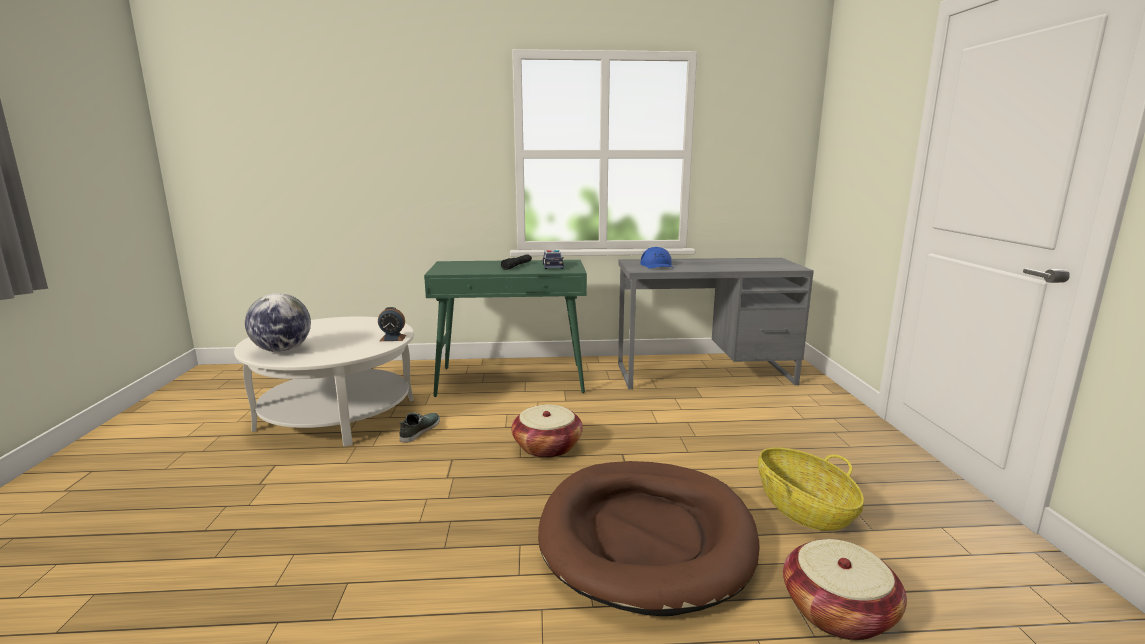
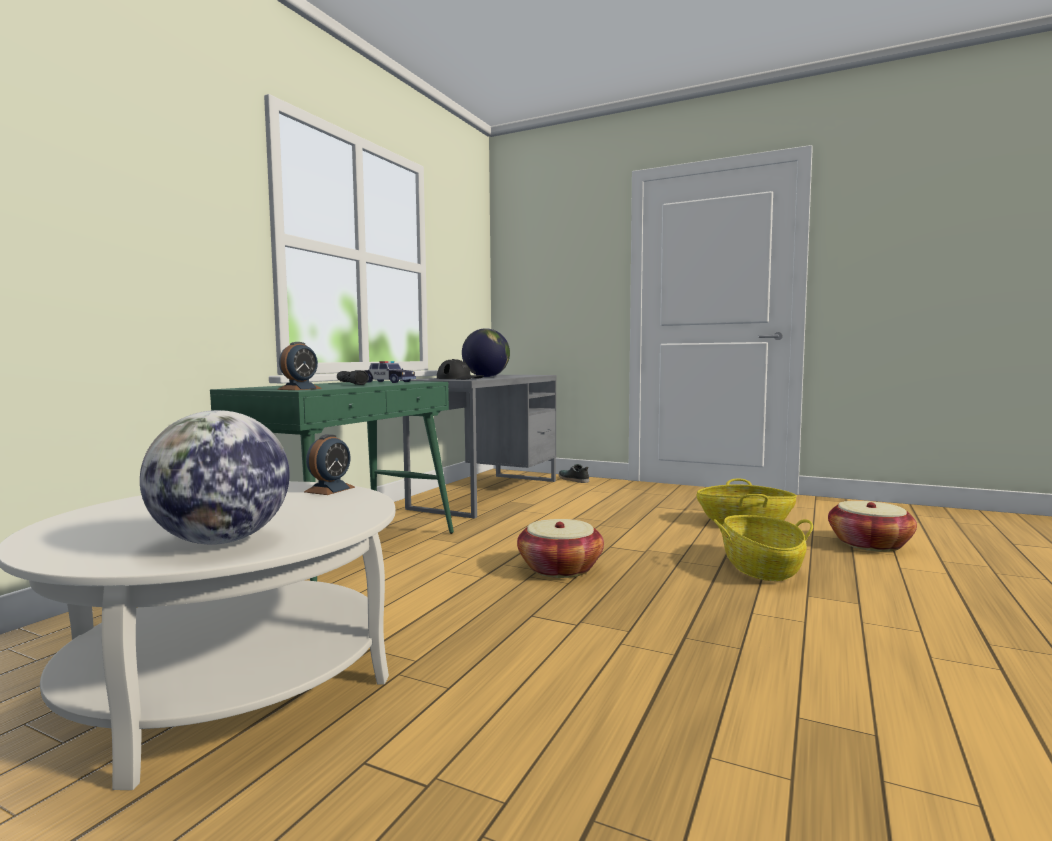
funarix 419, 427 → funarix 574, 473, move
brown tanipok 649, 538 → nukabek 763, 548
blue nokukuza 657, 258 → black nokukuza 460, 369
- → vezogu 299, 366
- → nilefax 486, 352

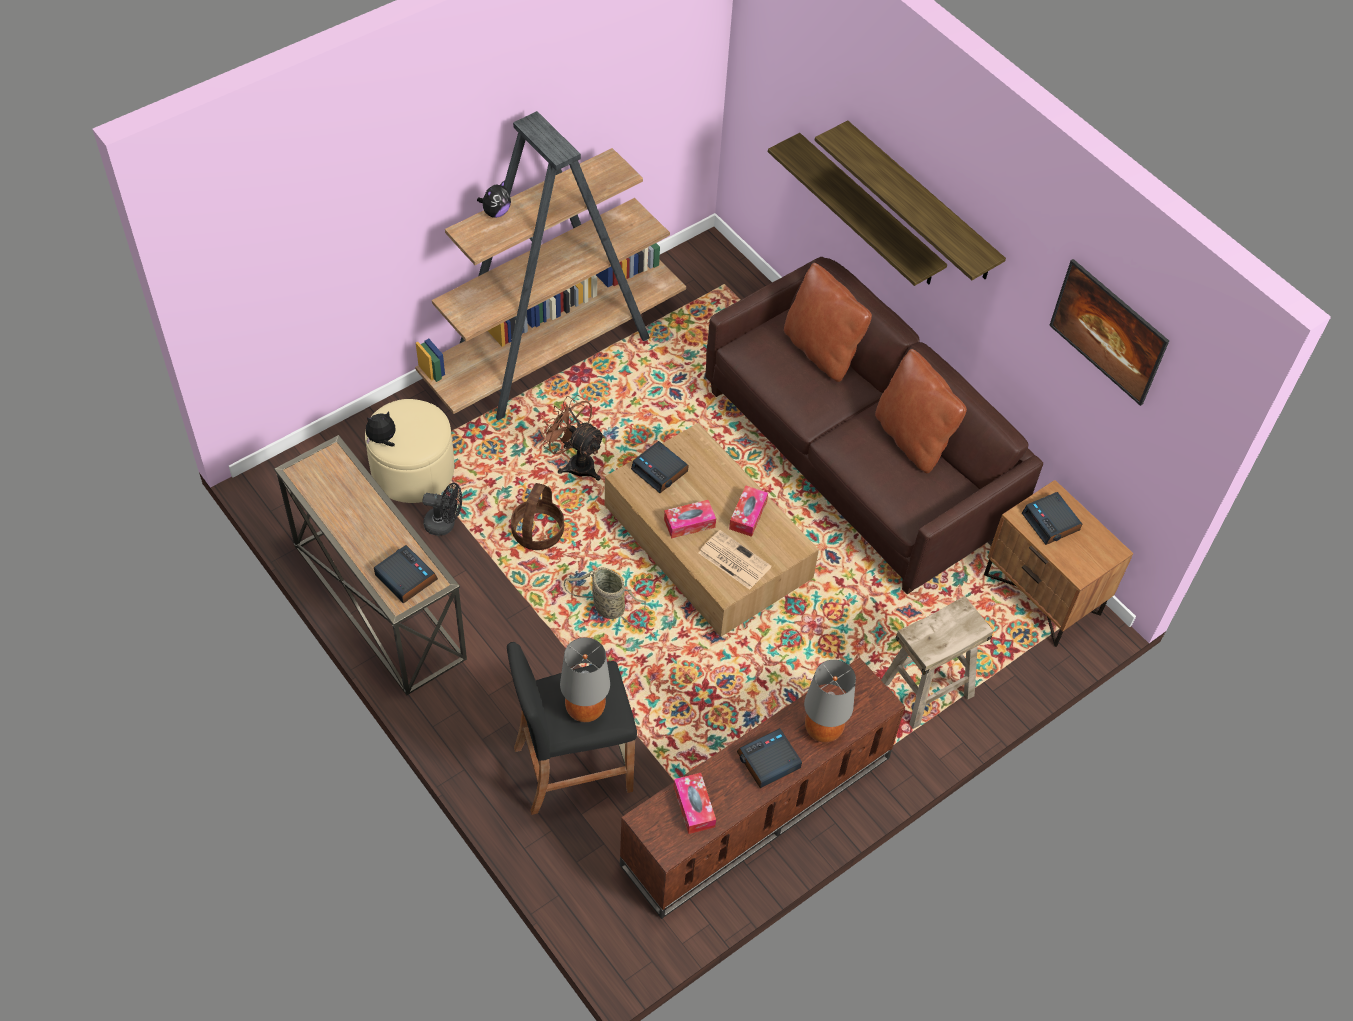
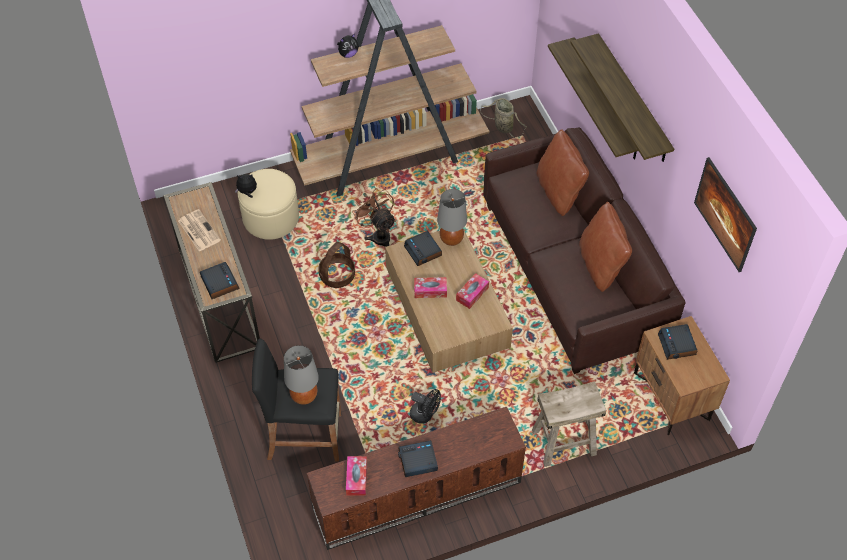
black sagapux 442, 509 → black sagapux 425, 406, move
nukabek 605, 596 → nukabek 503, 118, move
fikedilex 735, 560 → fikedilex 199, 230, move
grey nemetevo 830, 701 → grey nemetevo 452, 217, move

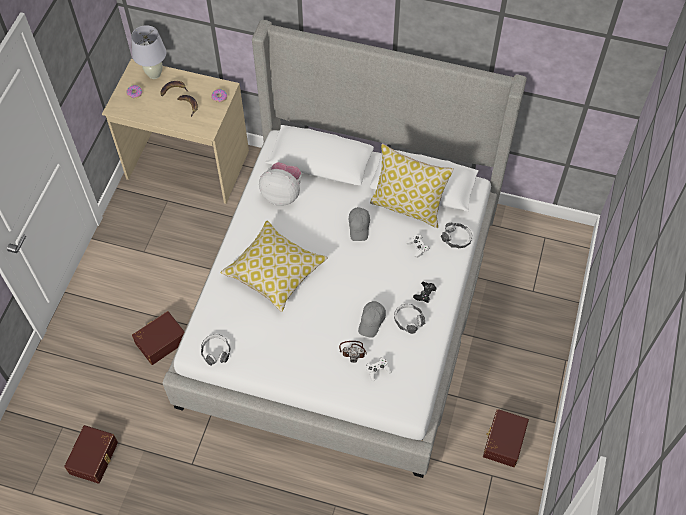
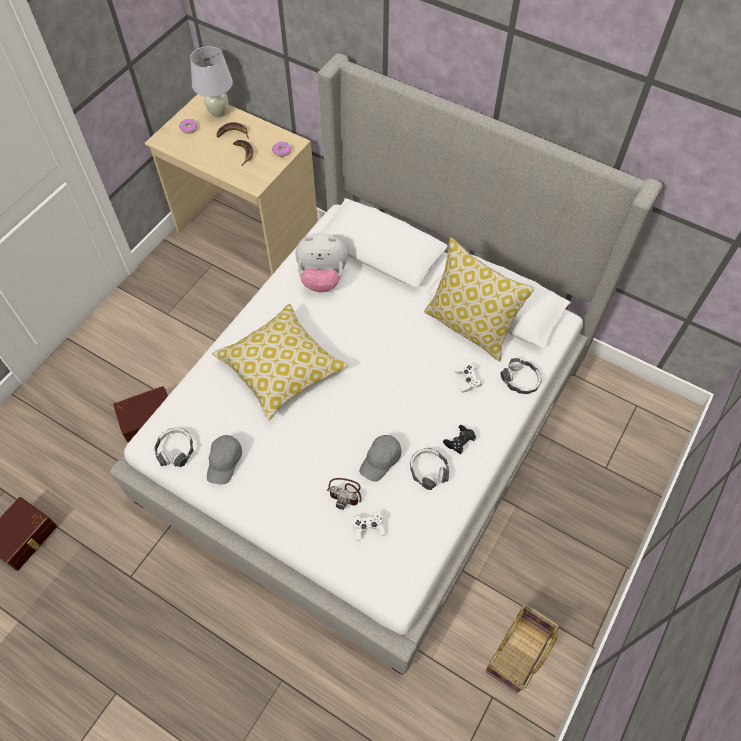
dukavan 280, 184 → dukavan 321, 263, 150 degrees clockwise
grey nokukuza 359, 224 → grey nokukuza 224, 460, move
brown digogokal 506, 438 → nukabek 522, 648

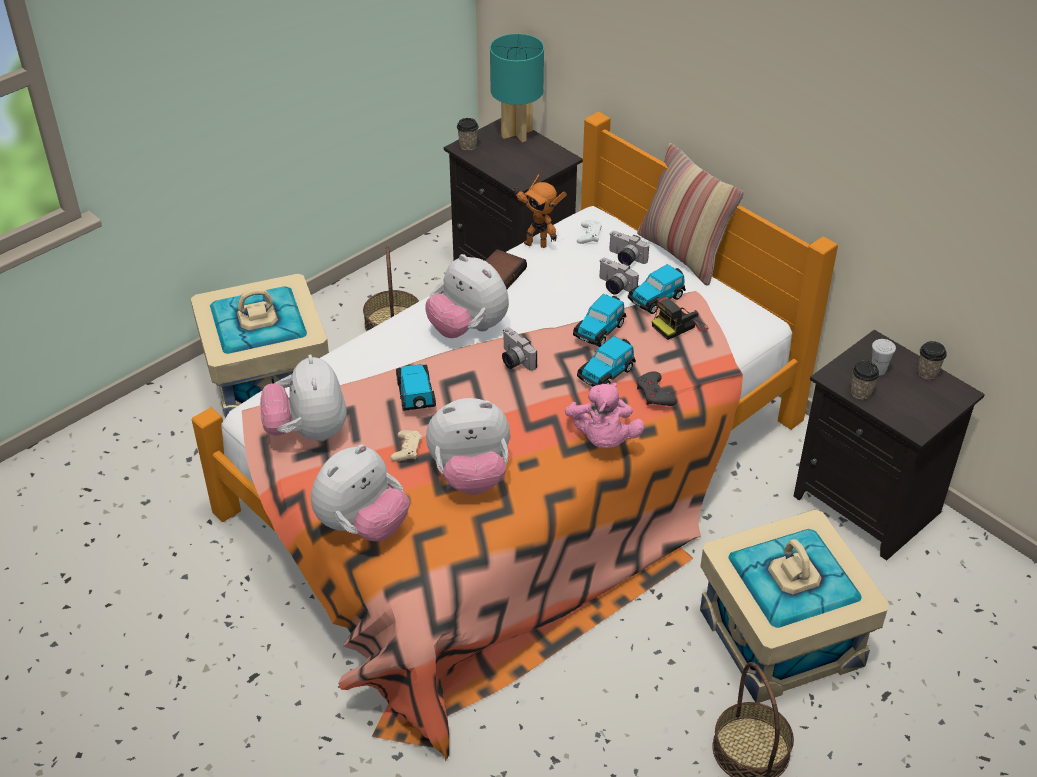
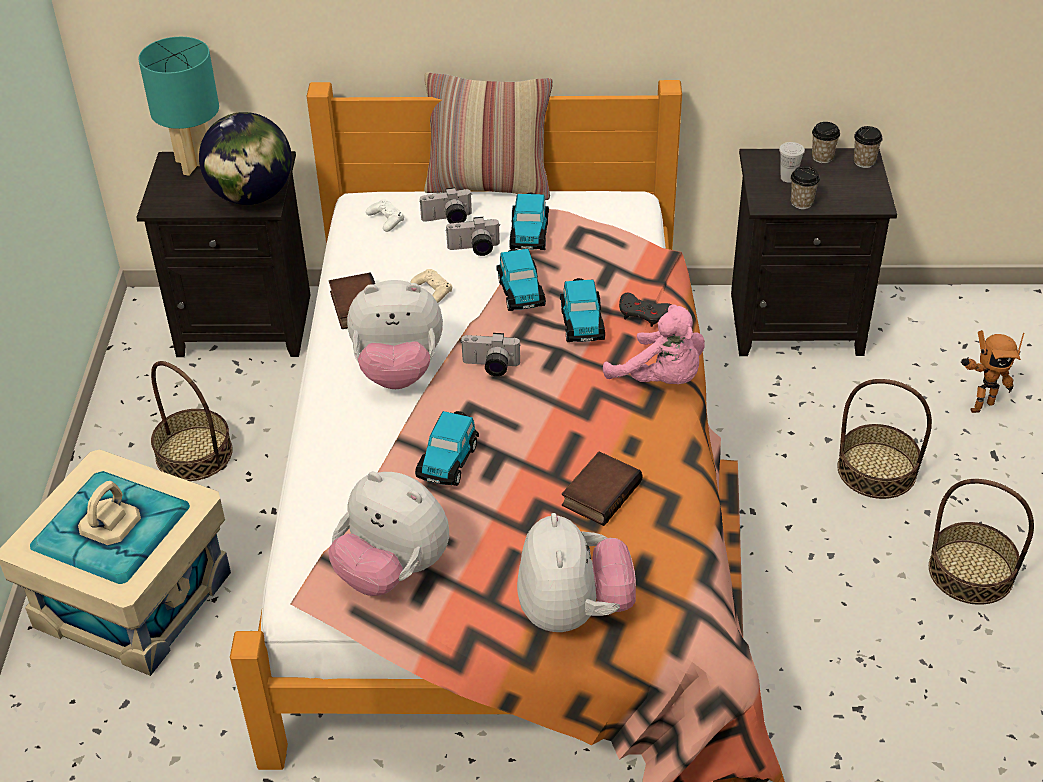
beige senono 406, 446 → beige senono 431, 286, move
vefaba 416, 387 → vefaba 447, 448, 105 degrees counterclockwise
dukavan 468, 446 → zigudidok 602, 488
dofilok 467, 134 → dofilok 868, 147, move
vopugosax 539, 211 → vopugosax 992, 371, move
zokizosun 680, 318 → -
beige digogokal 794, 606 → nukabek 884, 439
- → nilefax 245, 158

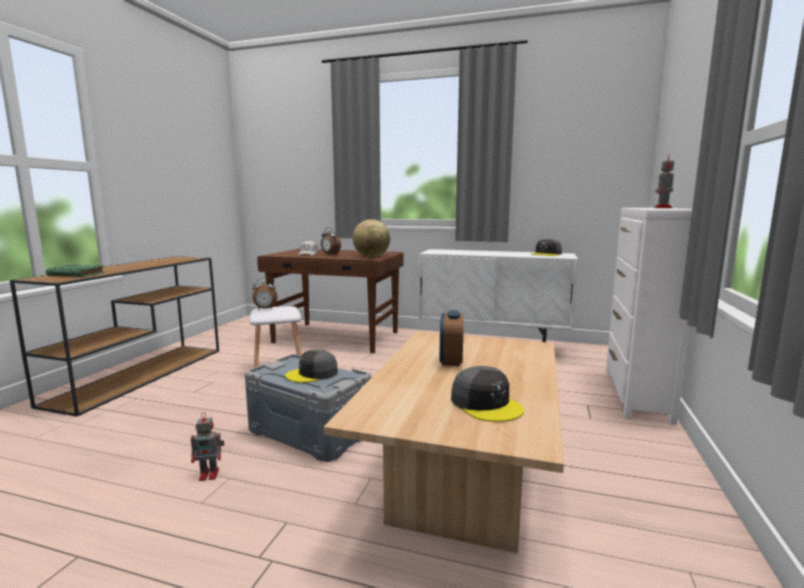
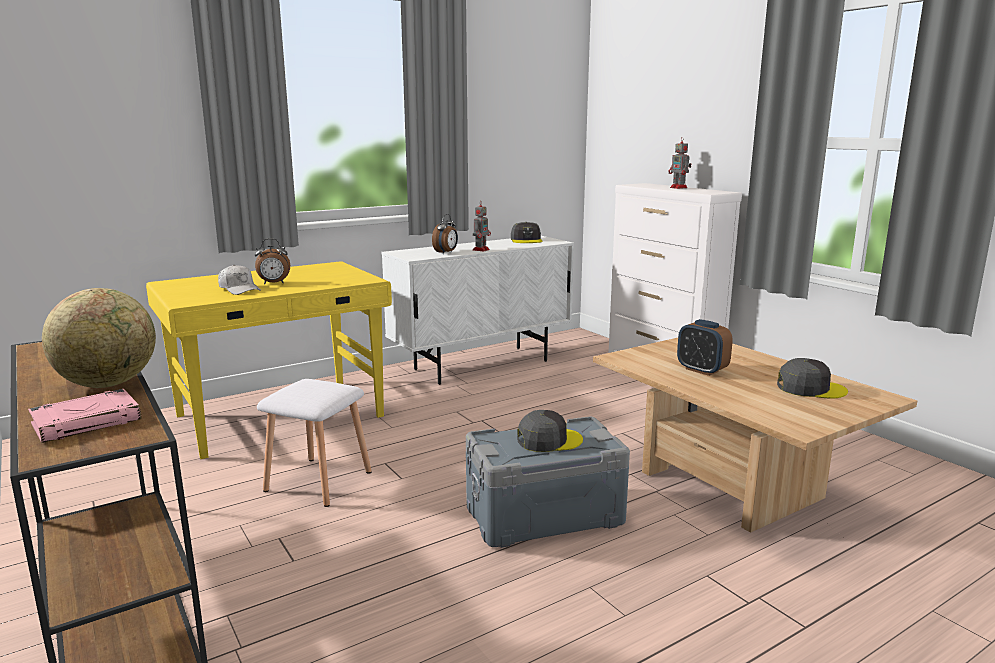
green zigudidok 75, 271 → pink zigudidok 84, 416
vopugosax 207, 446 → vopugosax 482, 227, move
vezogu 264, 293 → vezogu 445, 234, move
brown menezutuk 330, 301 → yellow menezutuk 269, 360
grey nokukuza 311, 366 → grey nokukuza 550, 431, 120 degrees counterclockwise
nilefax 371, 238 → nilefax 99, 338, move

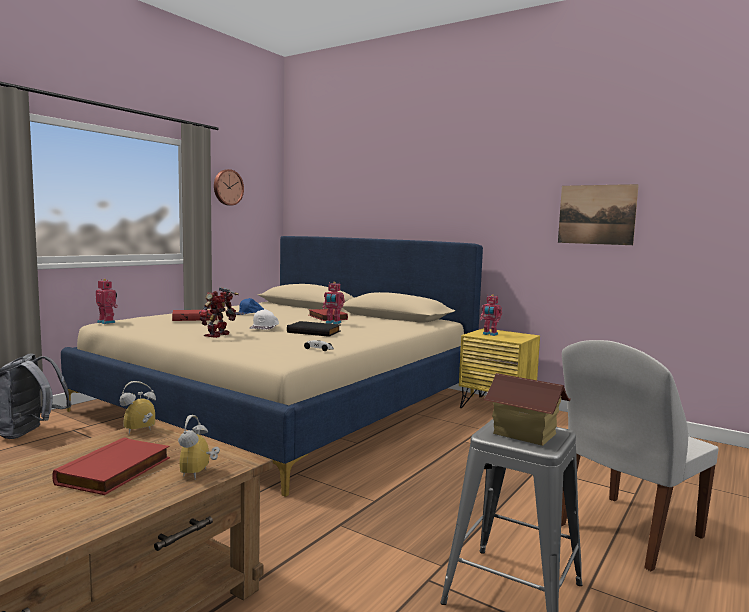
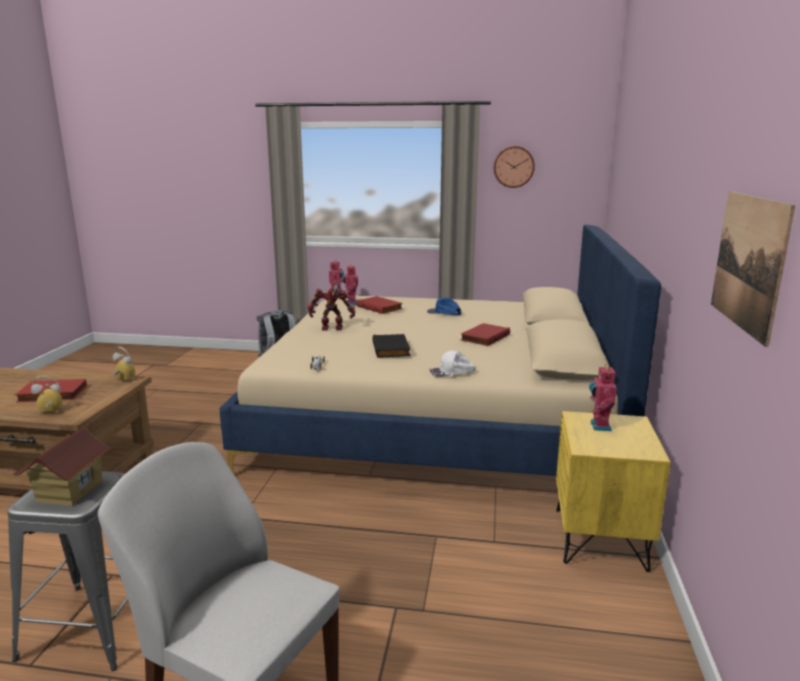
white nokukuza 264, 319 → white nokukuza 452, 364, move
vopugosax 334, 303 → vopugosax 350, 285, move

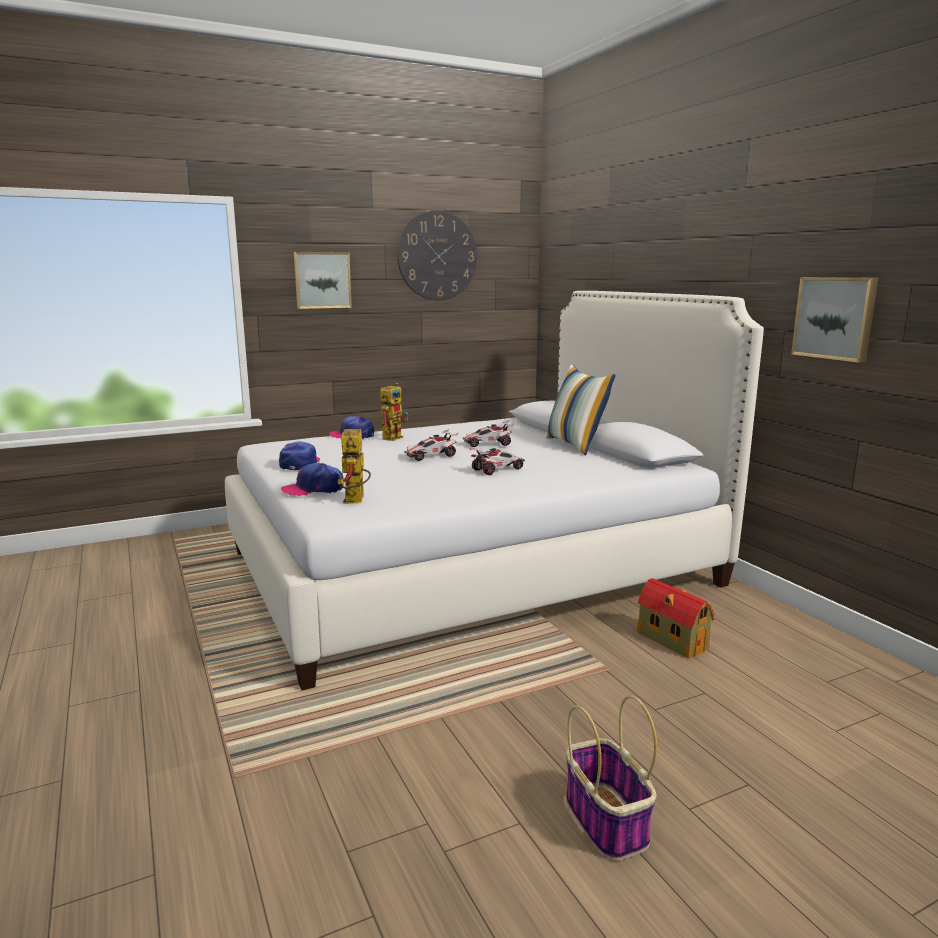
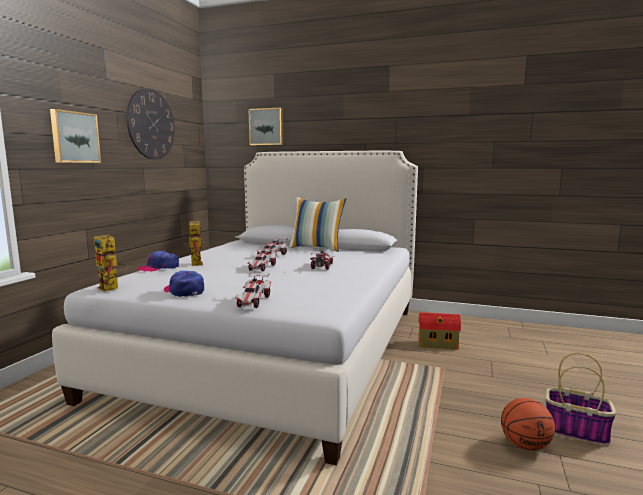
nokukuza 312, 479 → vefaba 253, 290
vopugosax 353, 466 → vopugosax 111, 263, move
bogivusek 834, 320 → bogivusek 265, 126, move
- → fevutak 528, 424

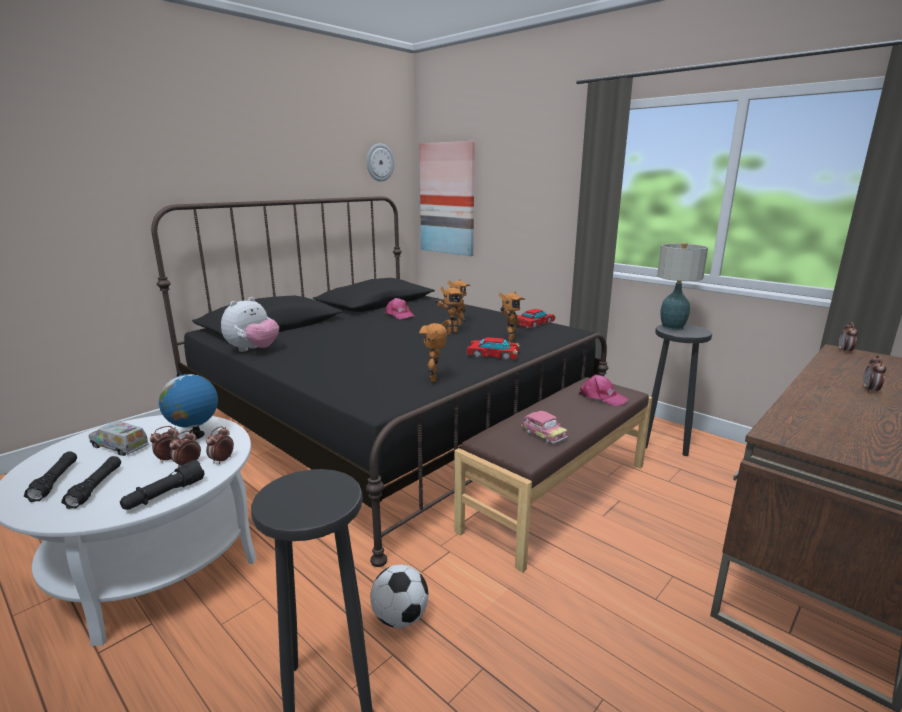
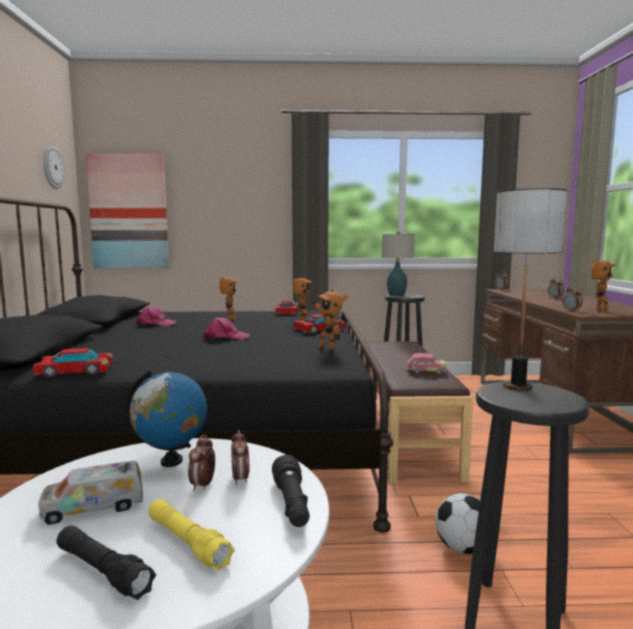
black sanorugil 91, 482 → yellow sanorugil 191, 535
vezogu 220, 445 → vezogu 572, 298, move
dukavan 250, 324 → vefaba 73, 362
vopugosax 449, 310 → vopugosax 603, 286, move
pink nokukuza 603, 390 → pink nokukuza 226, 328, move
- → nemetevo 530, 289

